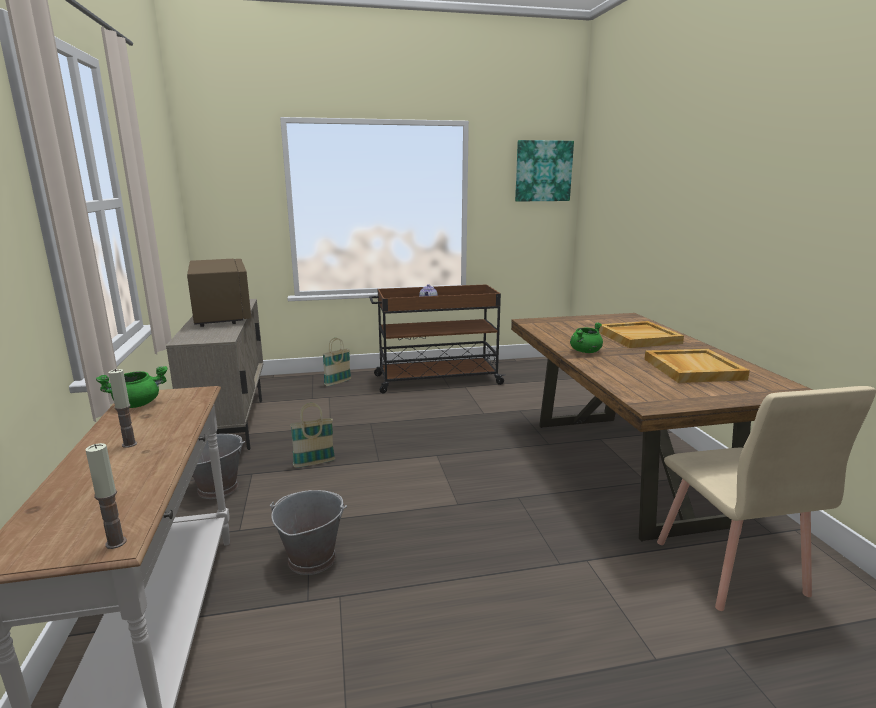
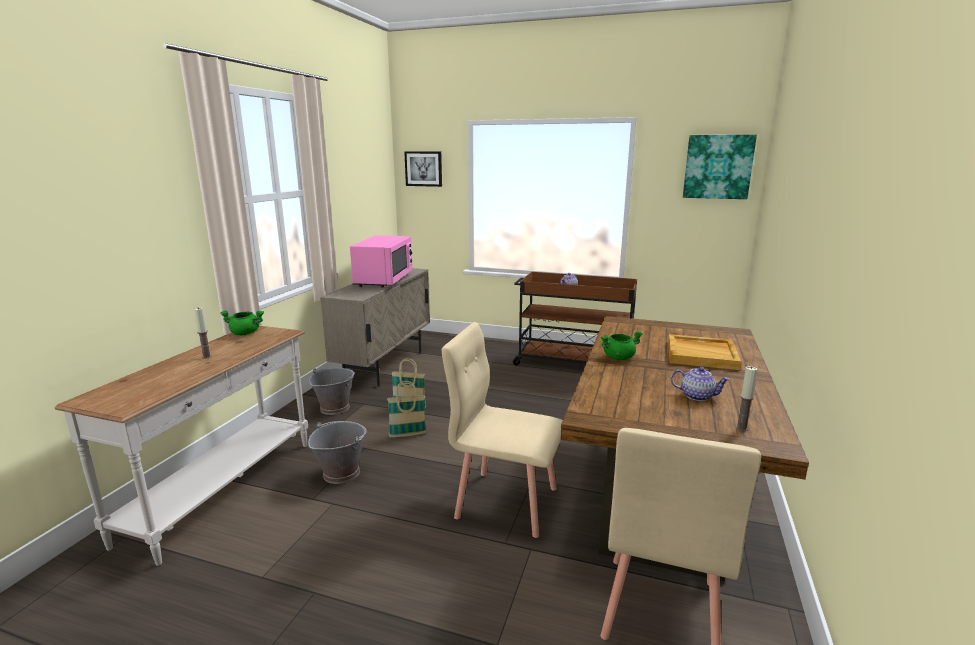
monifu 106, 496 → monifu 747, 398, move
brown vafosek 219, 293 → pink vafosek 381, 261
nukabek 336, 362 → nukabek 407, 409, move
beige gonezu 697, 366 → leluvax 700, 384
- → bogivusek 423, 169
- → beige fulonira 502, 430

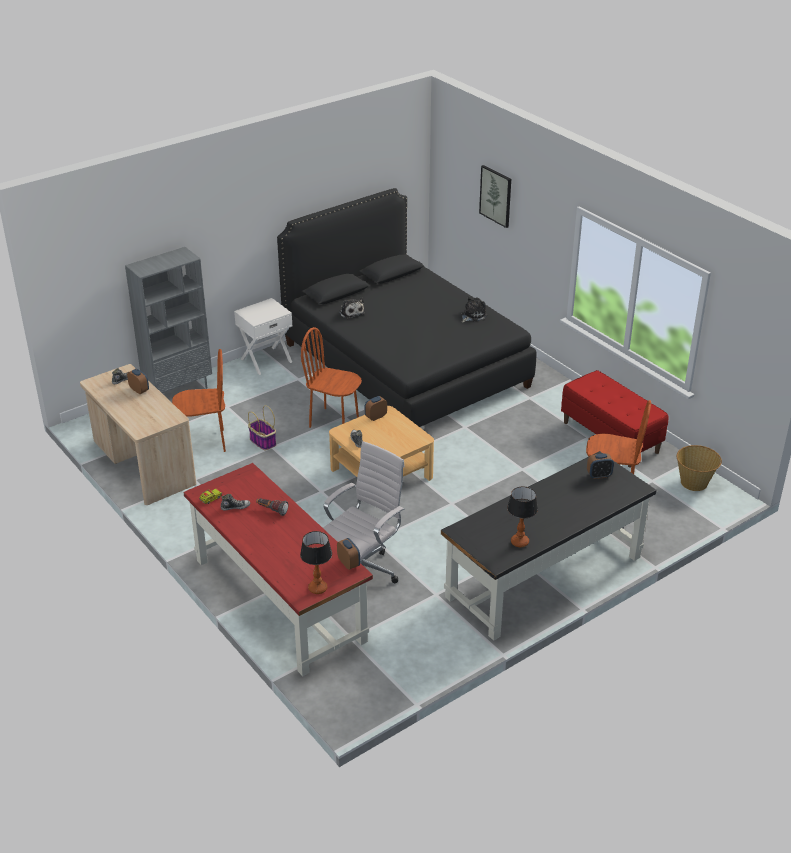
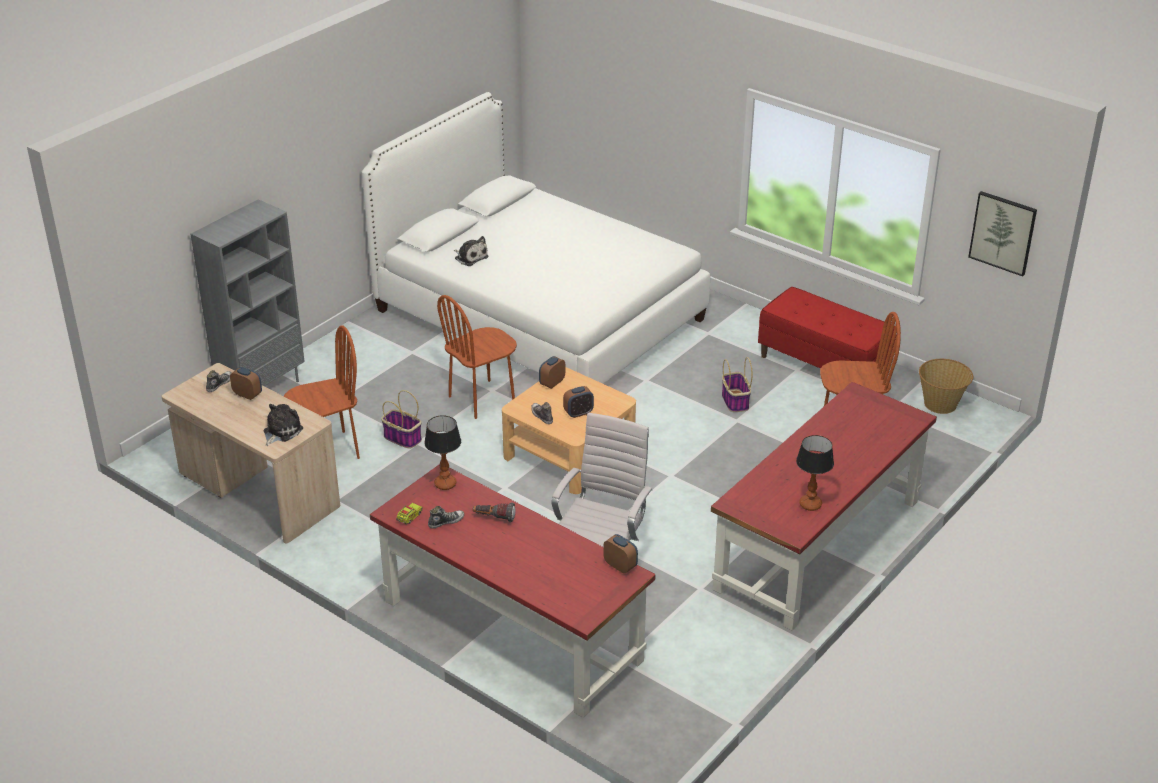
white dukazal 263, 336 → -
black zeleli 406, 307 → white zeleli 536, 238
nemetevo 316, 562 → nemetevo 442, 452, move
brown fulonira 331, 377 → brown fulonira 477, 357, 45 degrees counterclockwise
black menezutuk 549, 546 → red menezutuk 824, 506
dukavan 474, 309 → dukavan 283, 425, move
bogivusek 495, 196 → bogivusek 1002, 234, move
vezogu 600, 466 → vezogu 578, 402, move
- → nukabek 737, 384

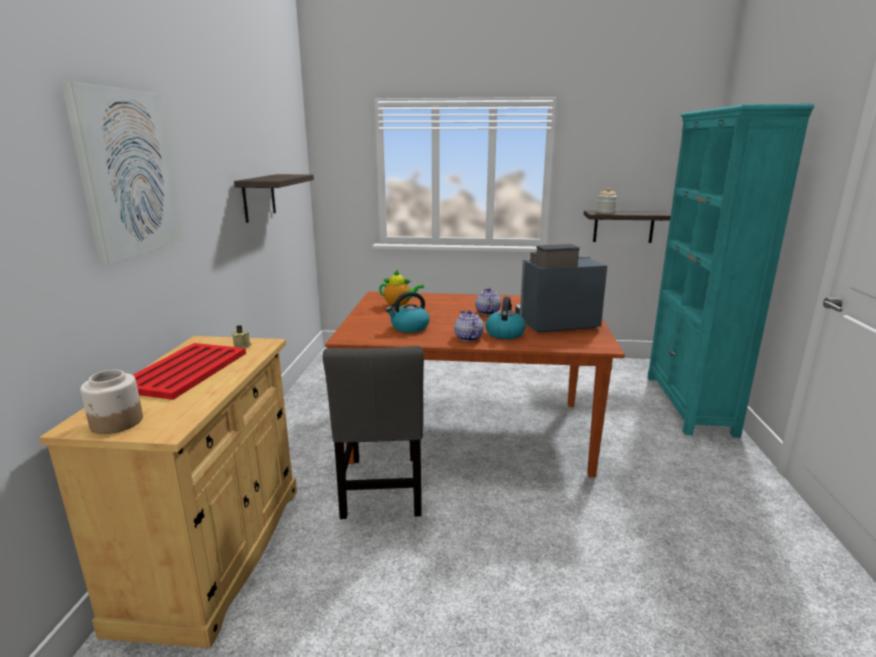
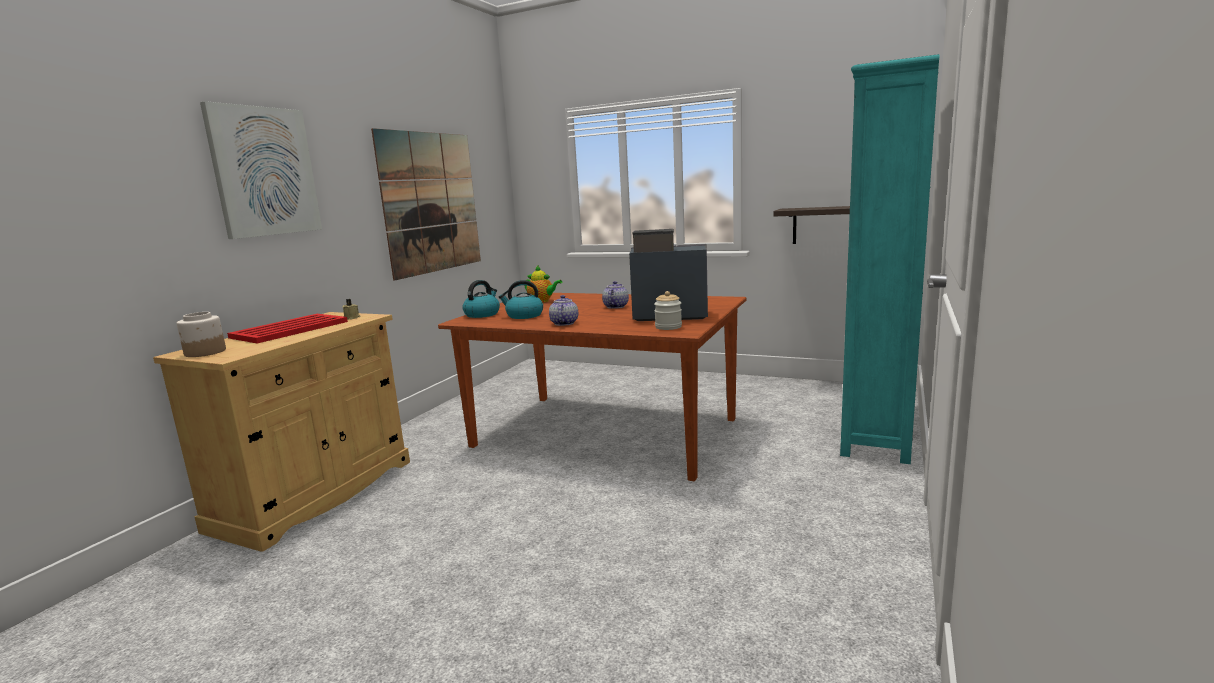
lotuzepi 274, 198 → bogivusek 426, 204
grey fulonira 373, 432 → -
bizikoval 506, 318 → bizikoval 481, 299, move
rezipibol 607, 201 → rezipibol 668, 310, move

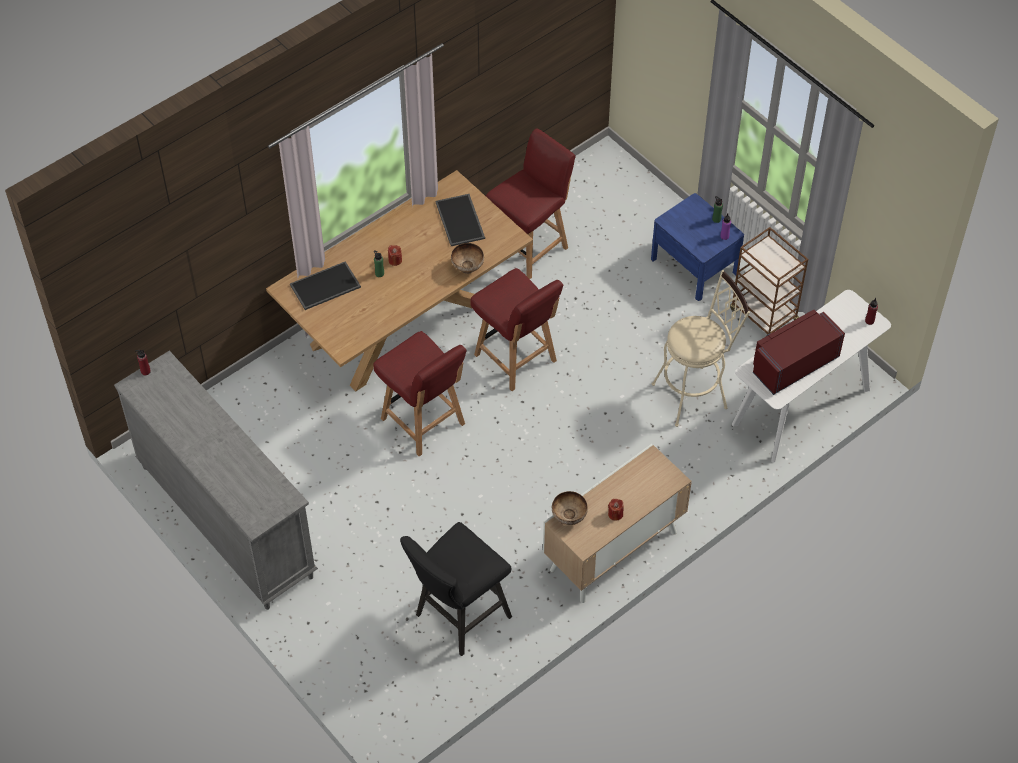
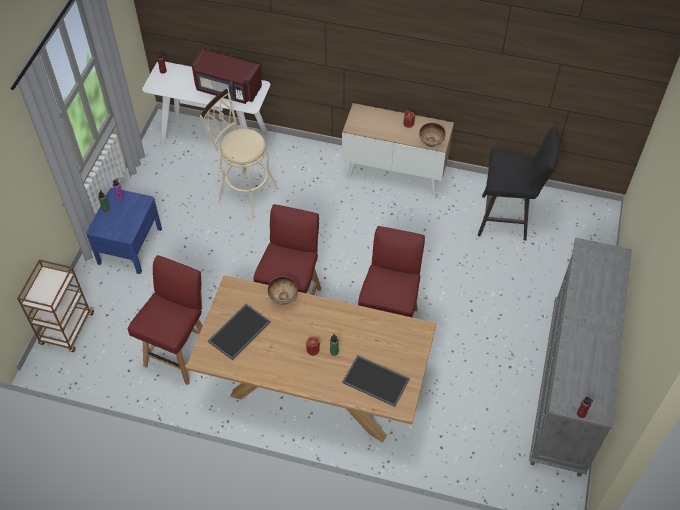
red fulonira 531, 203 → red fulonira 165, 320, 105 degrees clockwise
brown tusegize 769, 281 → brown tusegize 55, 305, move

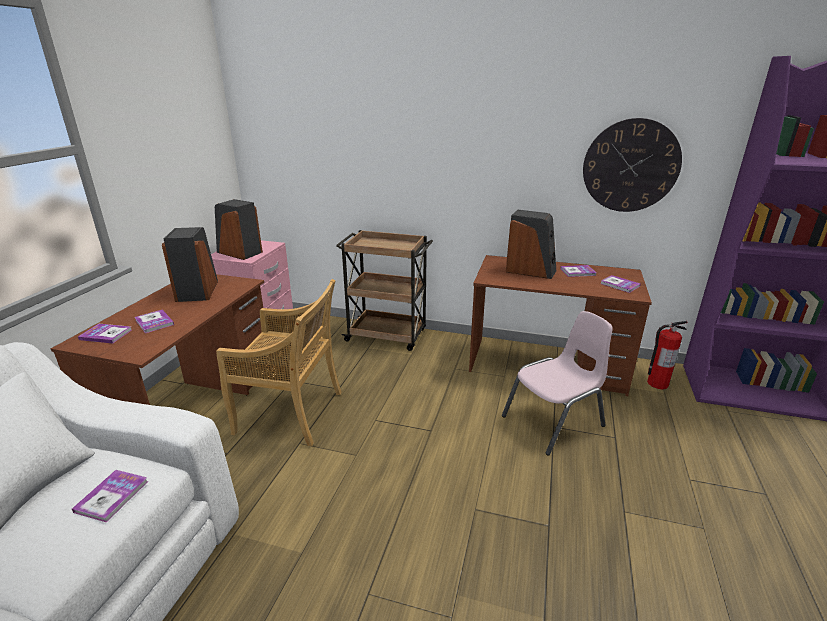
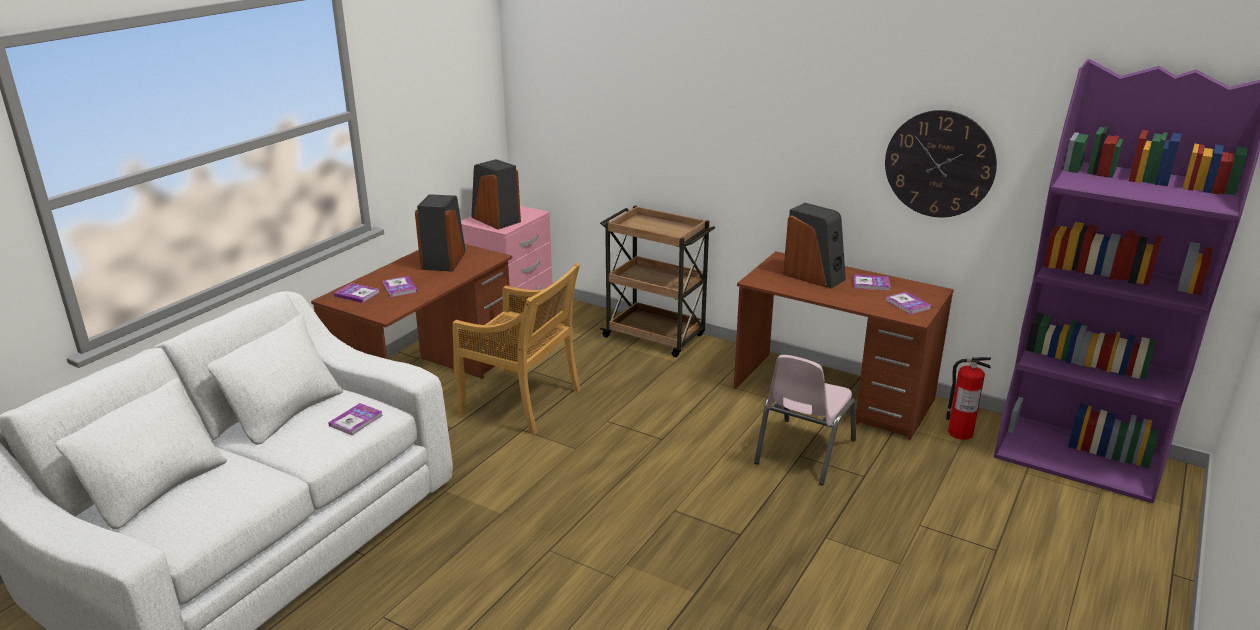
pink fulonira 557, 383 → pink fulonira 805, 420, 135 degrees clockwise

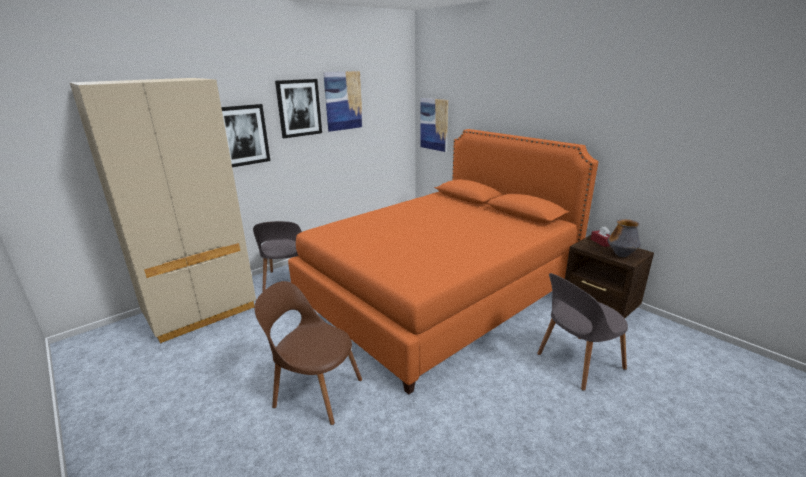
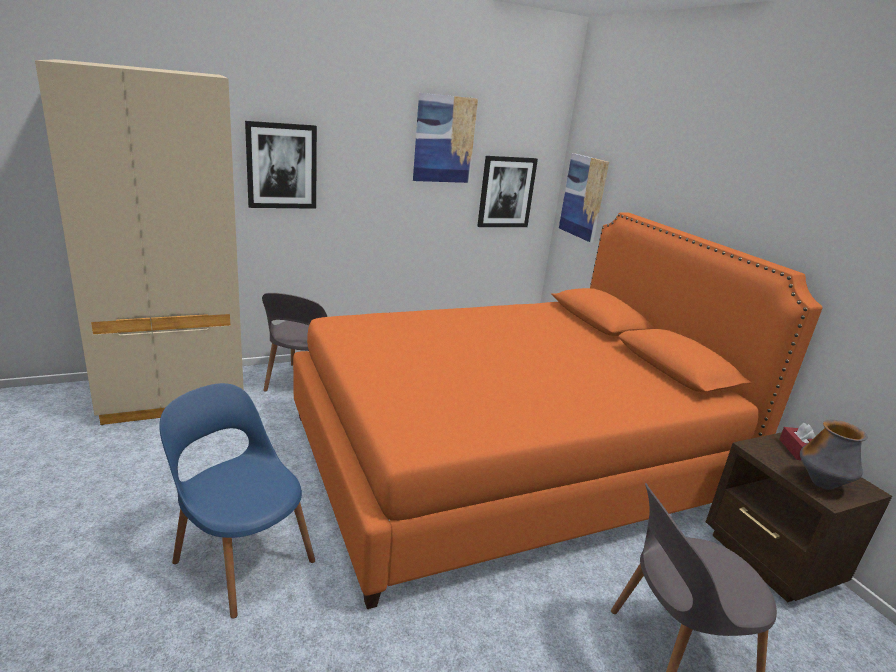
brown fulonira 308, 353 → blue fulonira 237, 501
bogivusek 298, 108 → bogivusek 507, 191, move

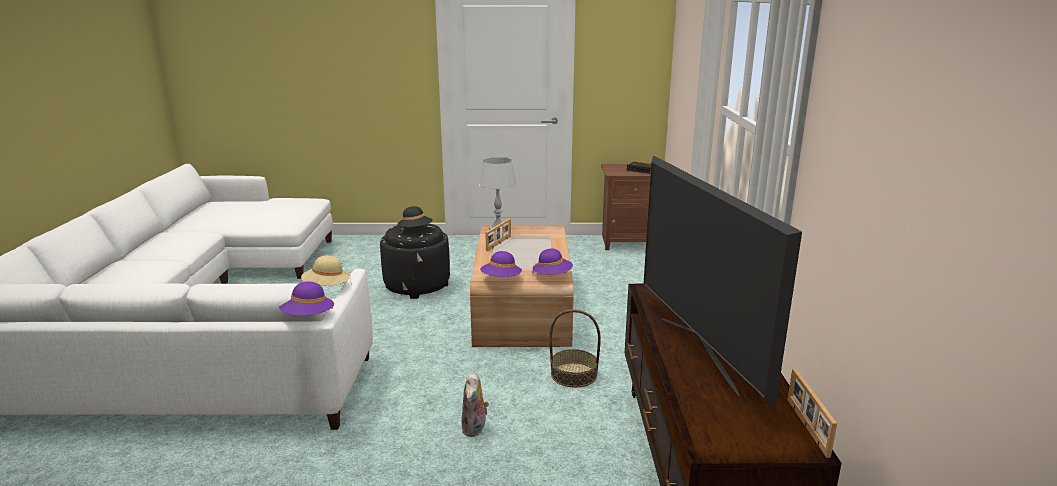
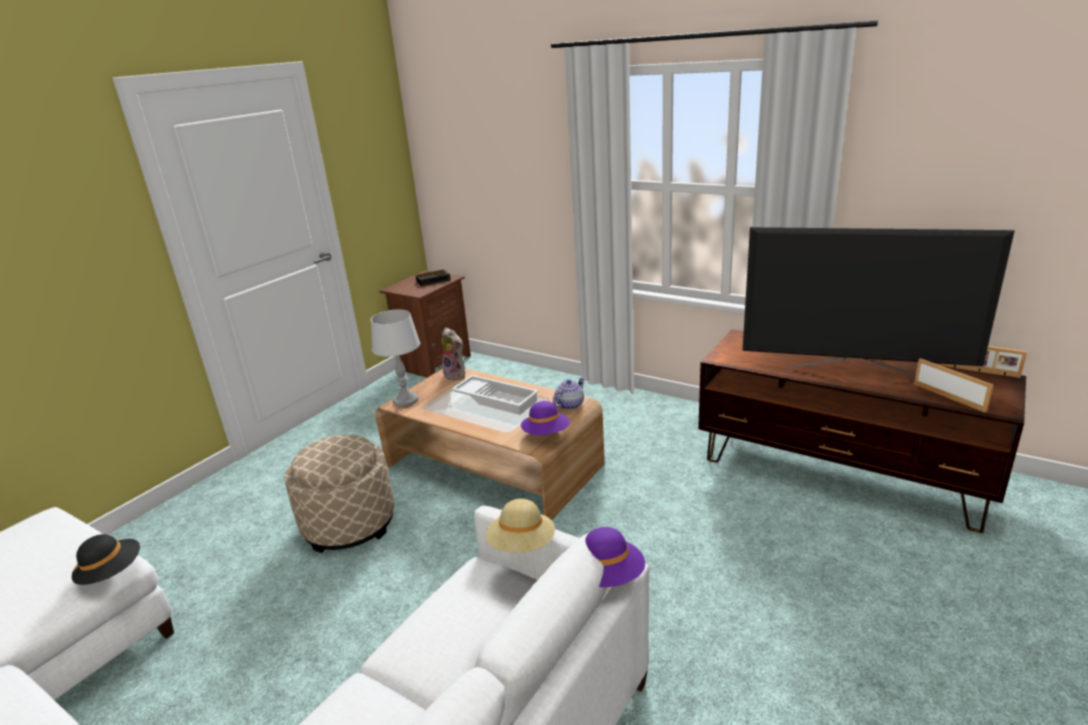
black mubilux 415, 261 → beige mubilux 339, 494
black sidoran 415, 216 → black sidoran 106, 559, move
dukavan 475, 404 → dukavan 453, 354, move
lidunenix 498, 234 → lidunenix 954, 385, move
purple sidoran 553, 261 → leluvax 569, 393
nukabek 575, 349 → -
- → white gonezu 495, 395

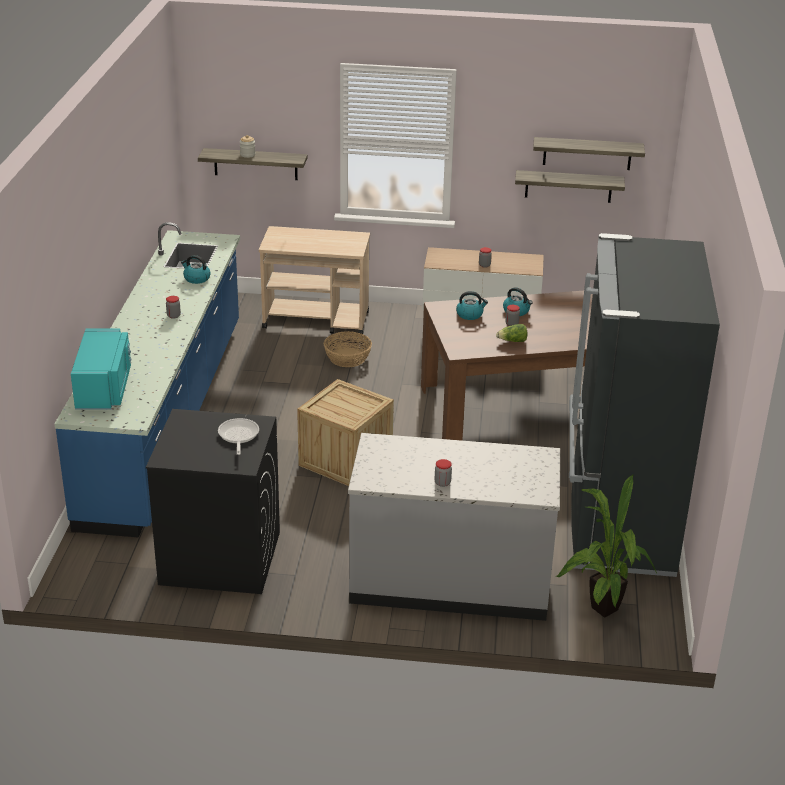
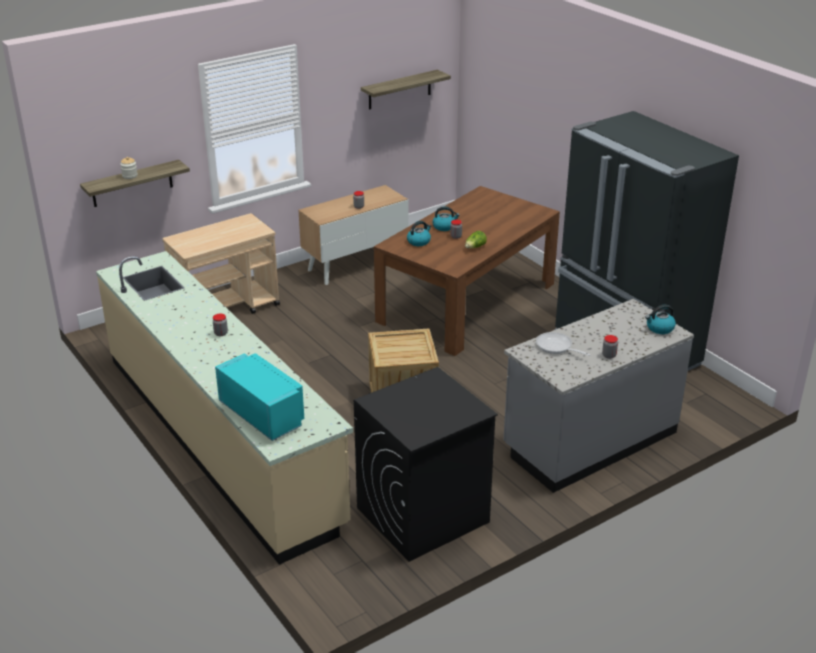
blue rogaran 147, 380 → beige rogaran 224, 408
bizikoval 196, 269 → bizikoval 660, 319, move
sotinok 238, 436 → sotinok 563, 344, move
nukabek 348, 349 → -
lotuzepi 570, 186 → -
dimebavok 606, 546 → -

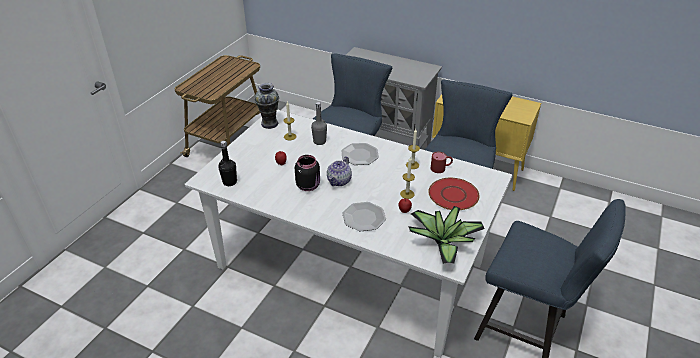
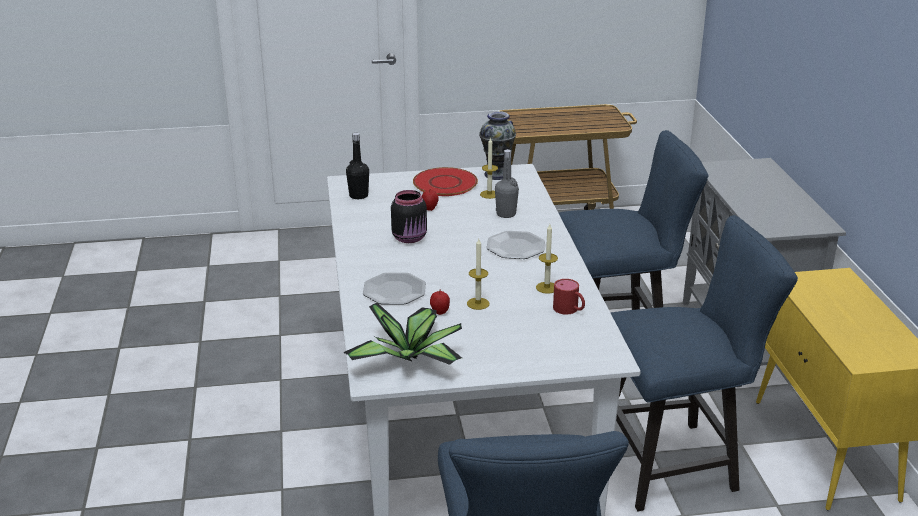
leluvax 339, 171 → -
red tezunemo 454, 194 → red tezunemo 445, 181, move

